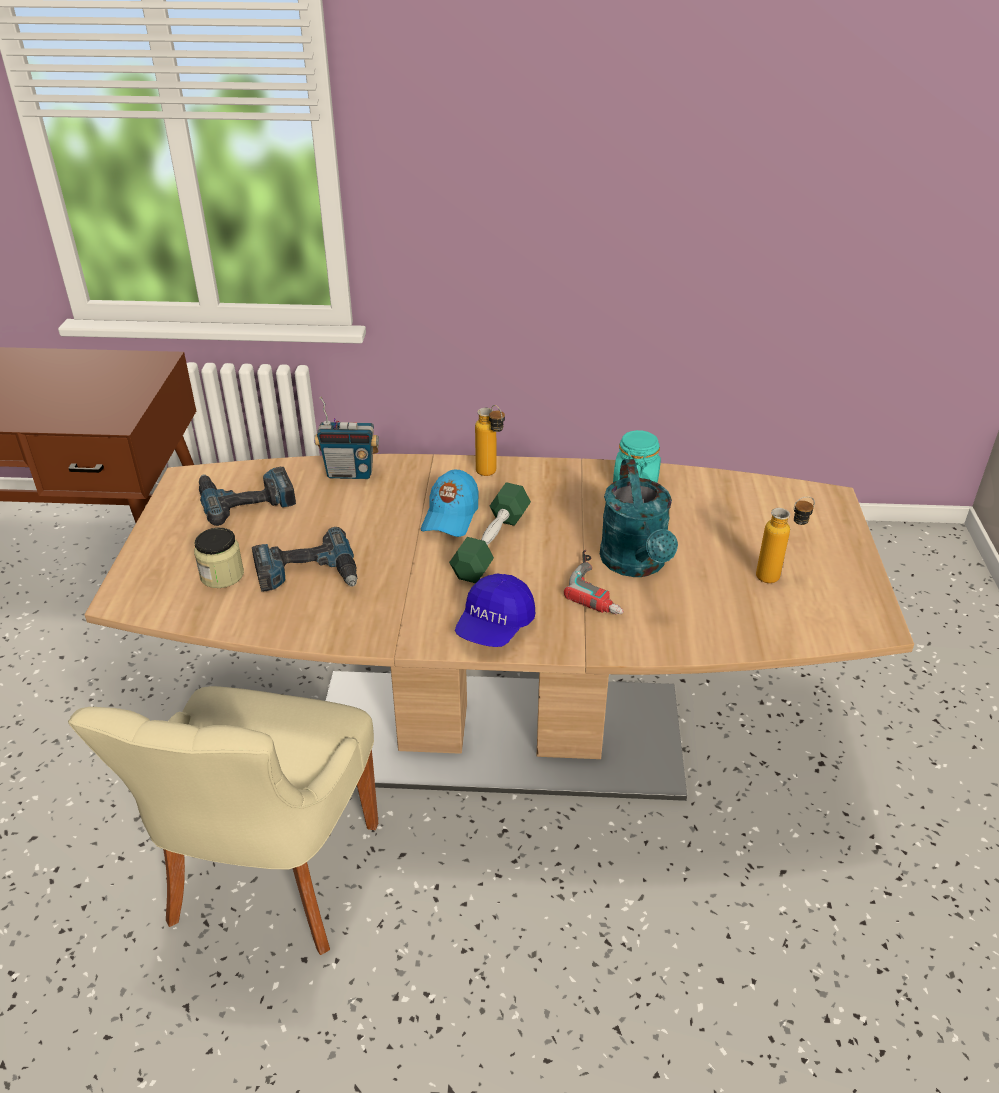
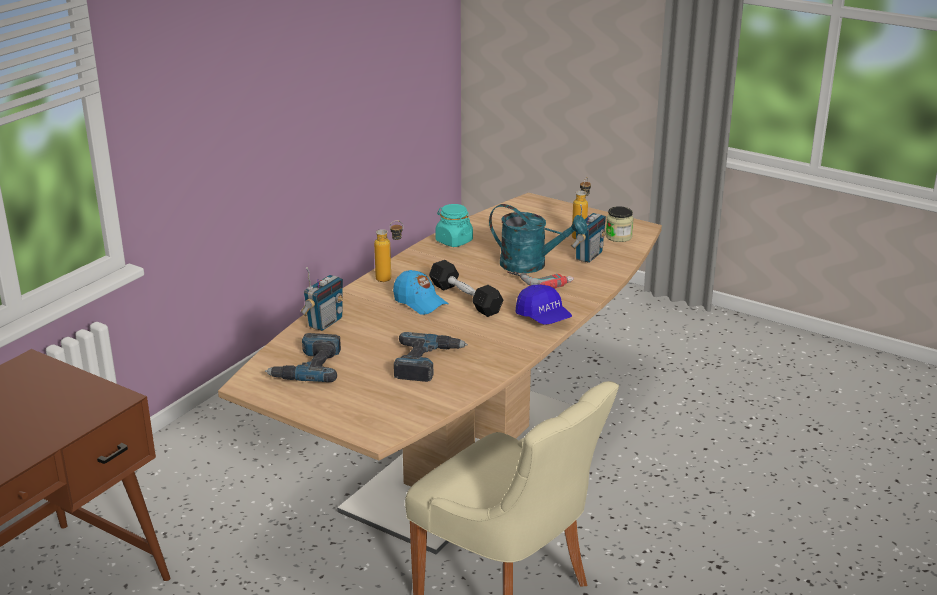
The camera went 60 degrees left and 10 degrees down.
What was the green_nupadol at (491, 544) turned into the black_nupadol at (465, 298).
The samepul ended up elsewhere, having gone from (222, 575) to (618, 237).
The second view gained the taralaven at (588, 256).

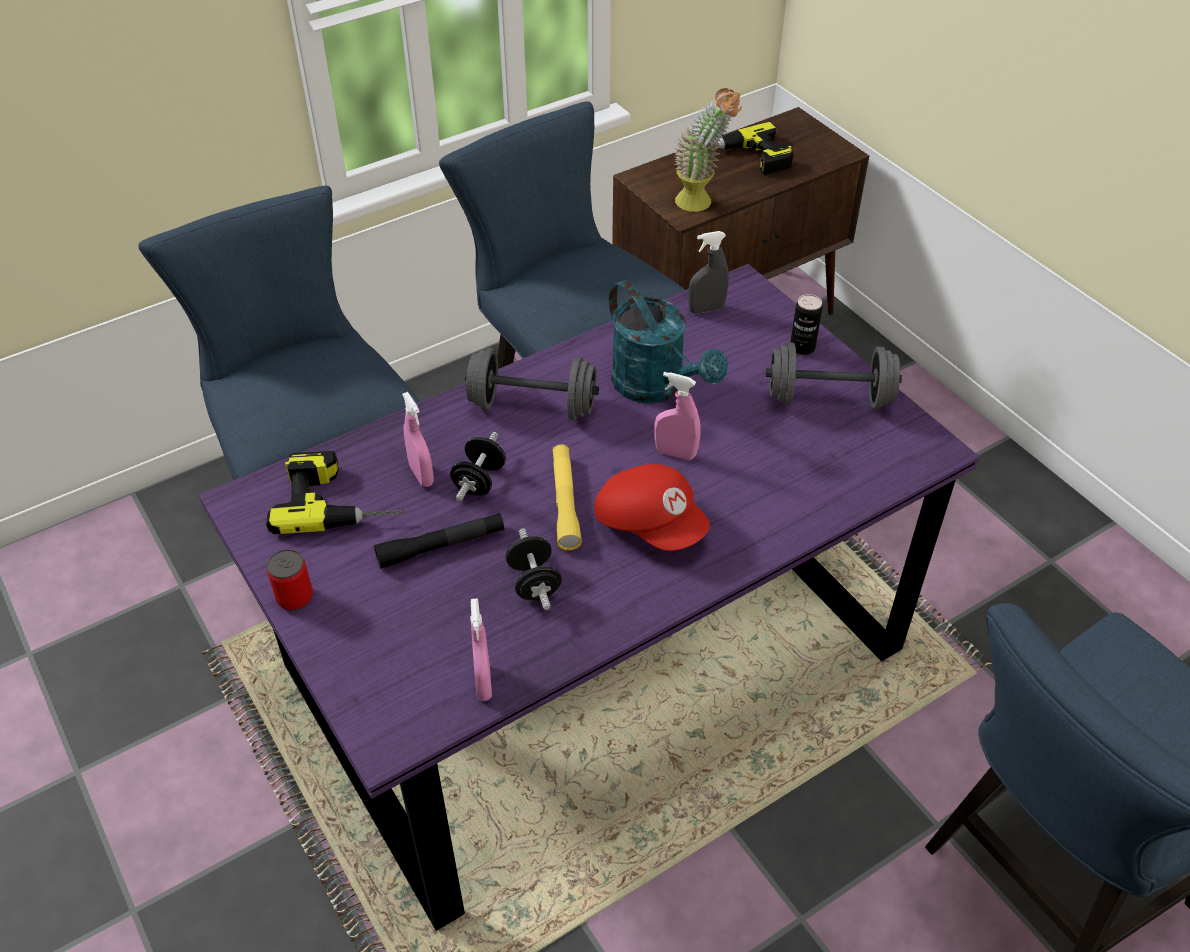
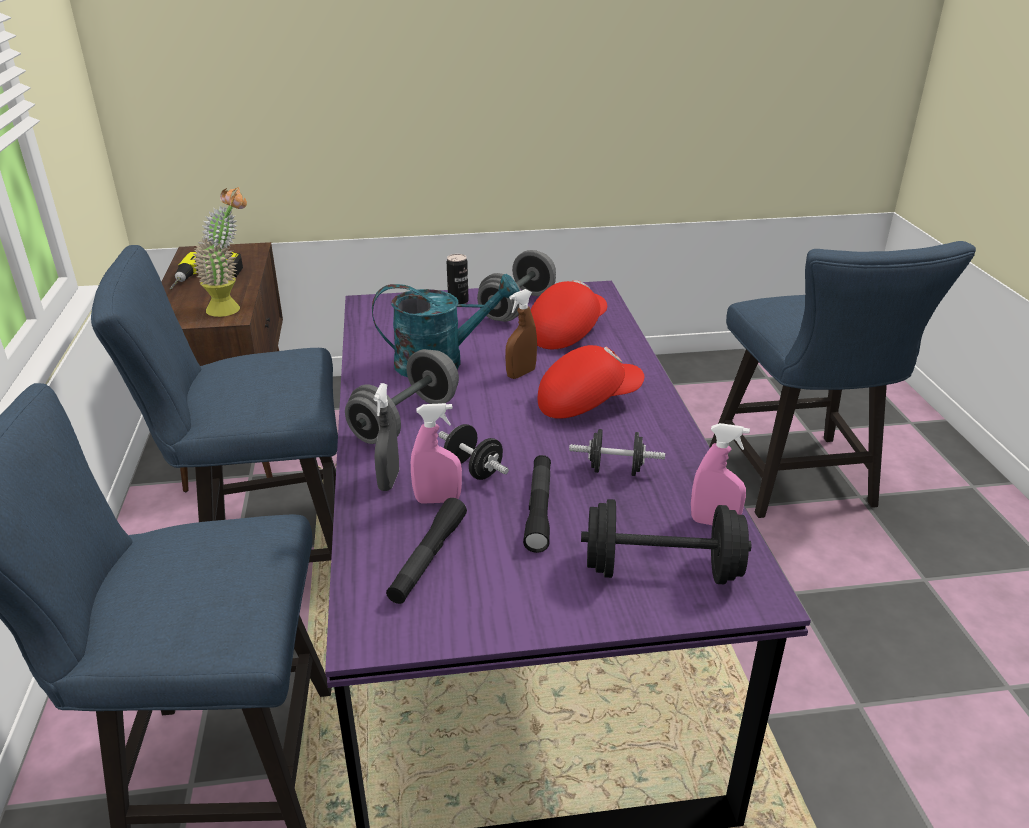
The camera went 65 degrees left and 15 degrees down.
The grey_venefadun ended up elsewhere, having gone from (706, 309) to (389, 481).
What was the pink_venefadun at (675, 453) turned into the brown_venefadun at (521, 373).
The second view lost the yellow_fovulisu at (565, 502).
Where the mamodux stood at (340, 499), the black_fovulisu came to stand at (428, 559).
The second view lost the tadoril at (295, 597).
The second view gained the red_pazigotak at (566, 332).
The second view gained the black_nupadol at (661, 570).

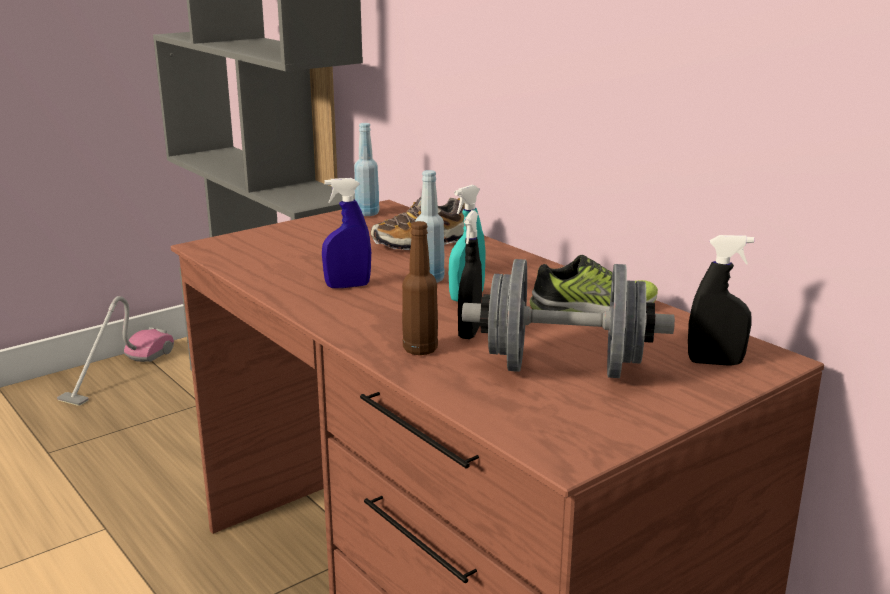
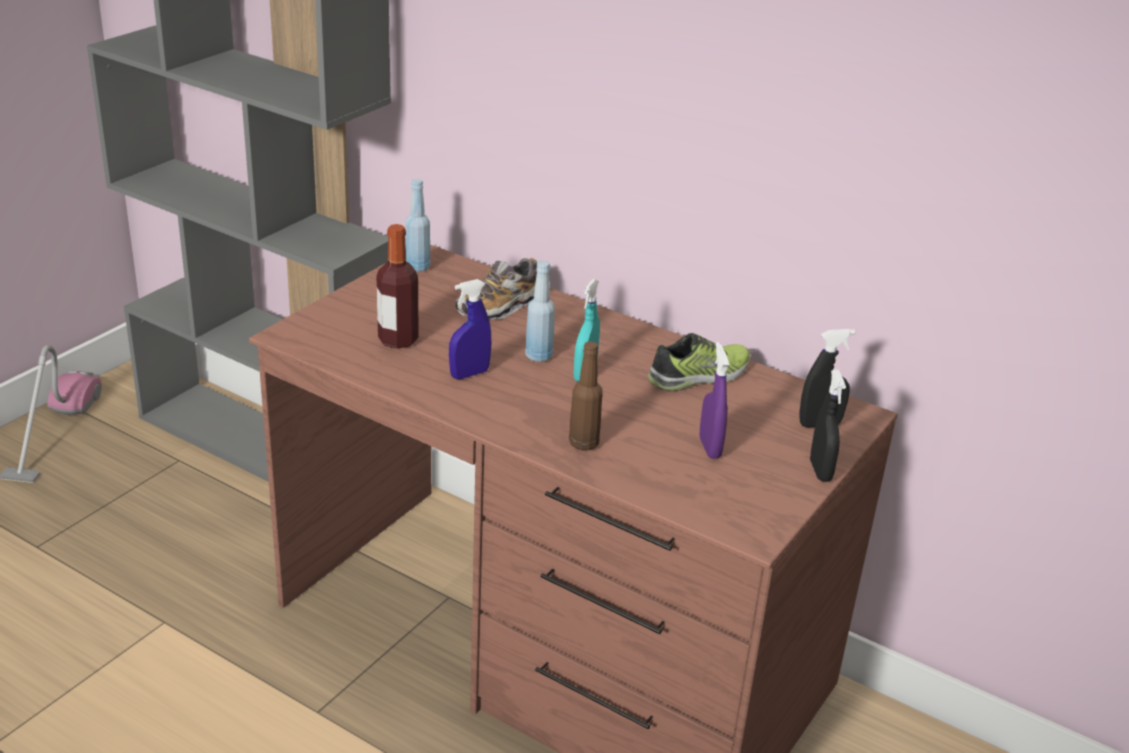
The camera went 20 degrees left and 10 degrees up.
The black_venefadun ended up elsewhere, having gone from (469, 332) to (820, 471).
Where the grey_nupadol stood at (564, 368), the purple_venefadun came to stand at (709, 448).
The second view gained the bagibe at (398, 340).

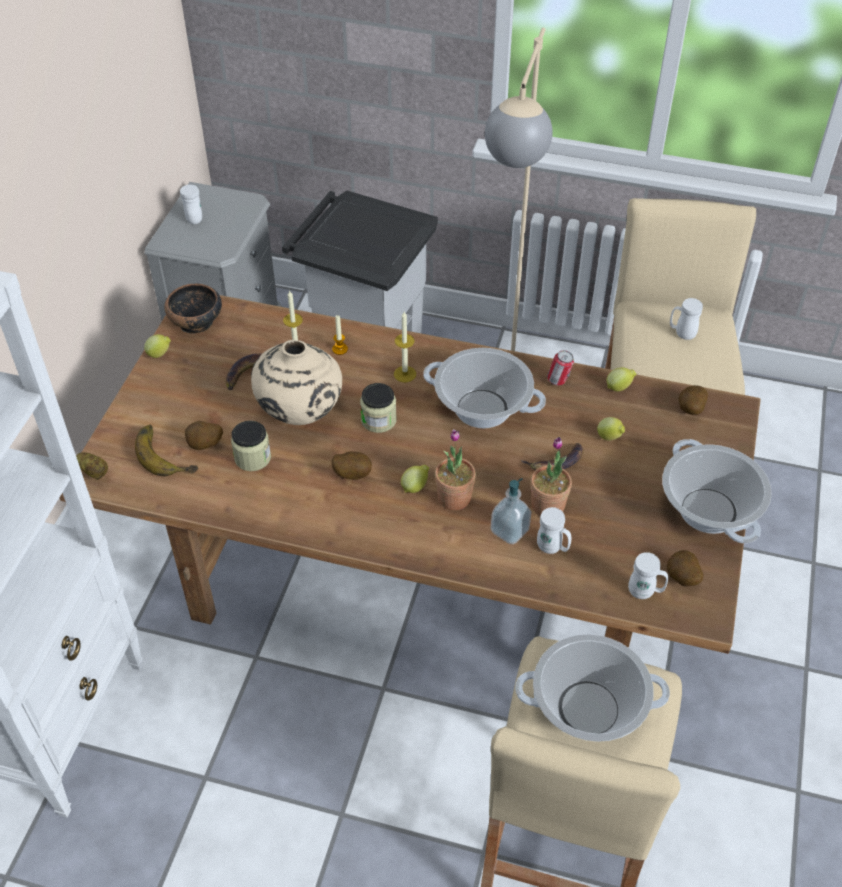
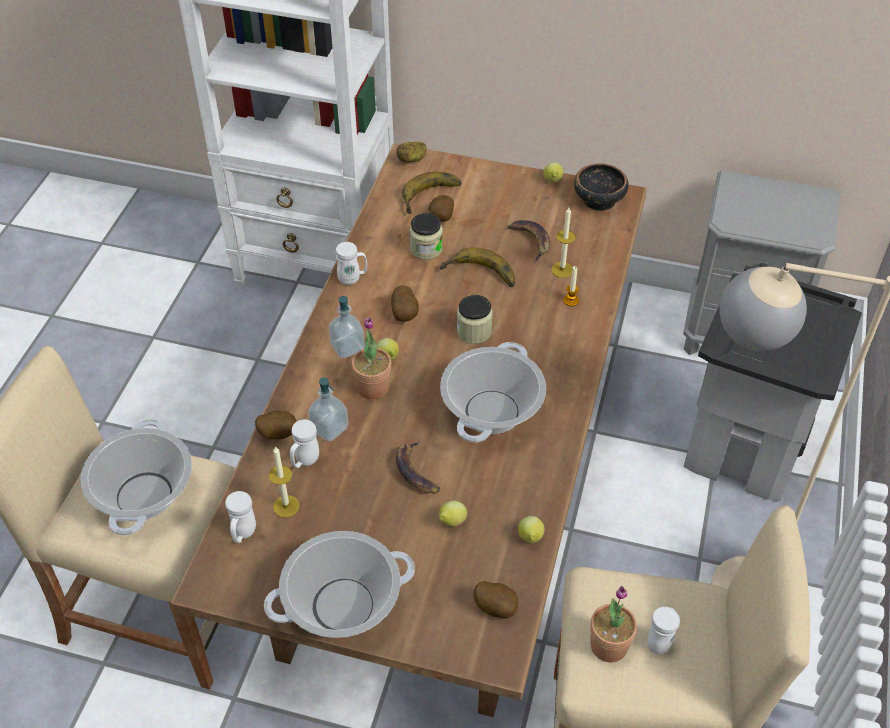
The camera went 90 degrees right and 0 degrees up.
The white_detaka ended up elsewhere, having gone from (194, 217) to (353, 279).
The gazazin ended up elsewhere, having gone from (405, 374) to (286, 506).
Where the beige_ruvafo stood at (300, 415), the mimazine came to stand at (479, 276).
The second view lost the tadoril at (558, 381).
The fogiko ended up elsewhere, having gone from (548, 505) to (609, 645).
The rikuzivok ended up elsewhere, having gone from (681, 579) to (278, 433).
The second view gained the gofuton at (347, 347).

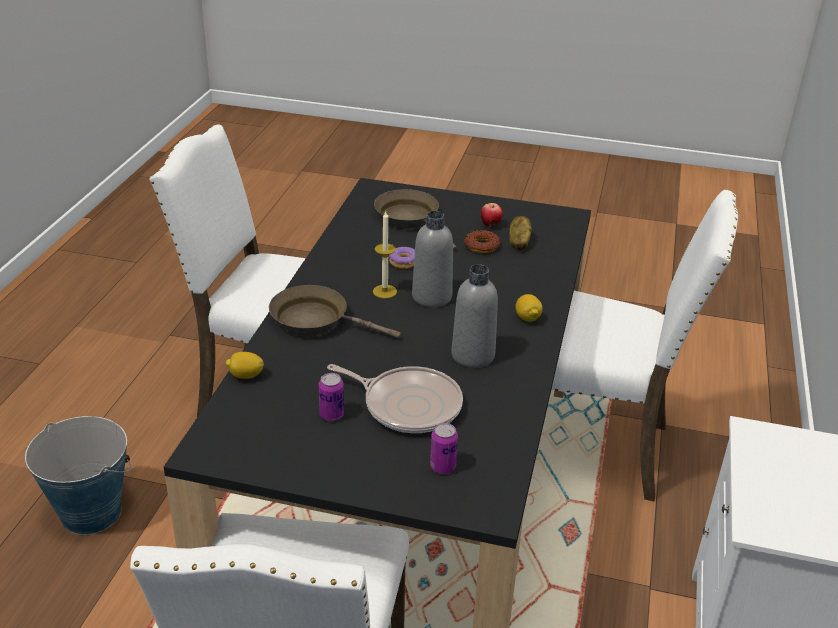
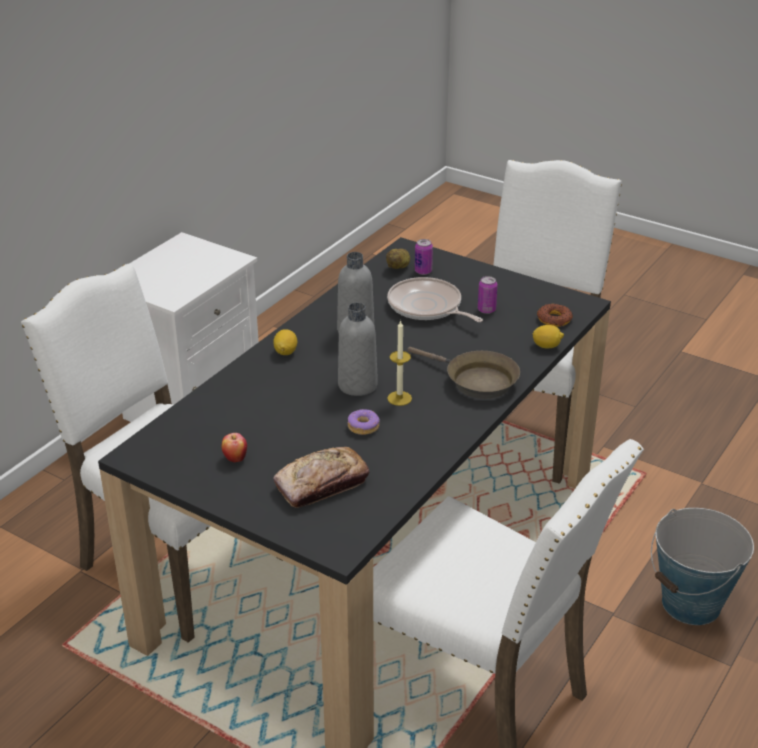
The camera went 160 degrees left and 0 degrees up.
Where the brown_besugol stood at (410, 219), the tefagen came to stand at (322, 484).
The rikuzivok ended up elsewhere, having gone from (518, 243) to (399, 267).
The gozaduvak ended up elsewhere, having gone from (481, 246) to (554, 319).

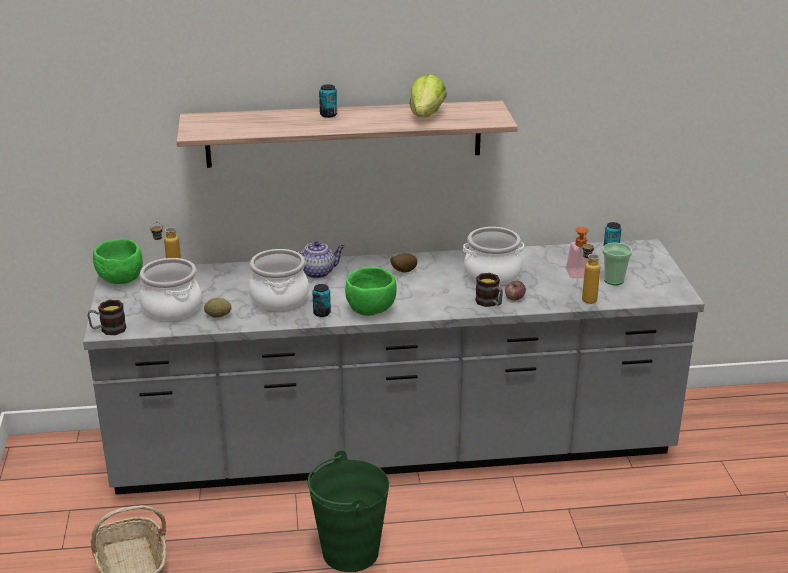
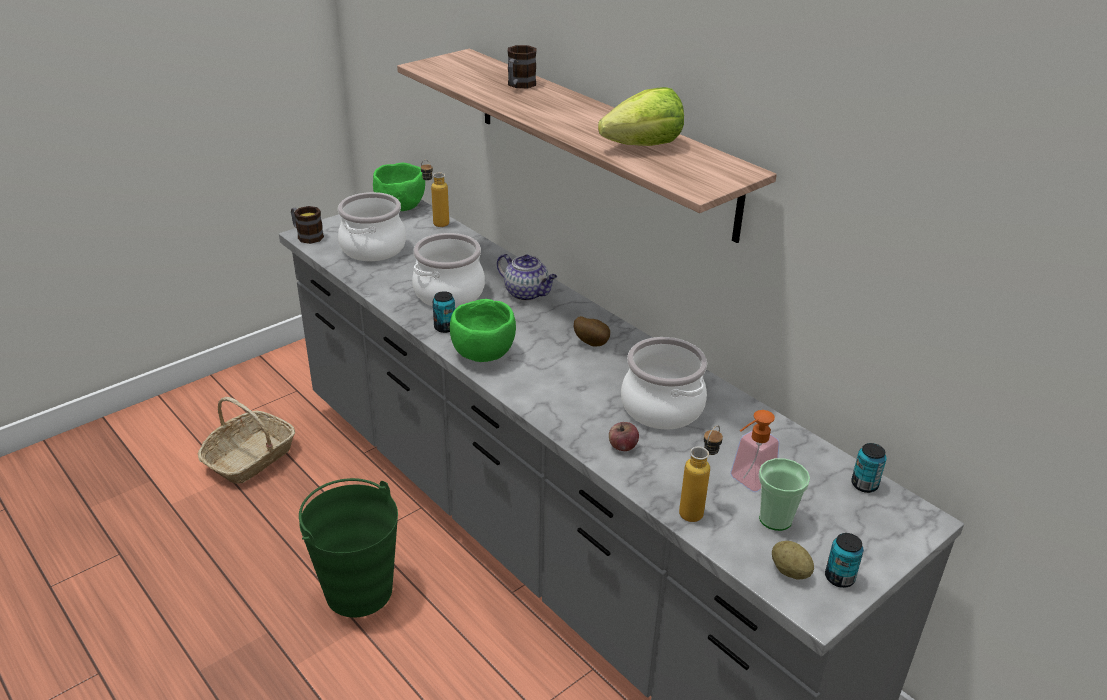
The camera went 55 degrees right and 5 degrees up.
The tadoril ended up elsewhere, having gone from (328, 115) to (839, 578).
The detaka ended up elsewhere, having gone from (490, 303) to (519, 85).
The rikuzivok ended up elsewhere, having gone from (218, 316) to (790, 571).

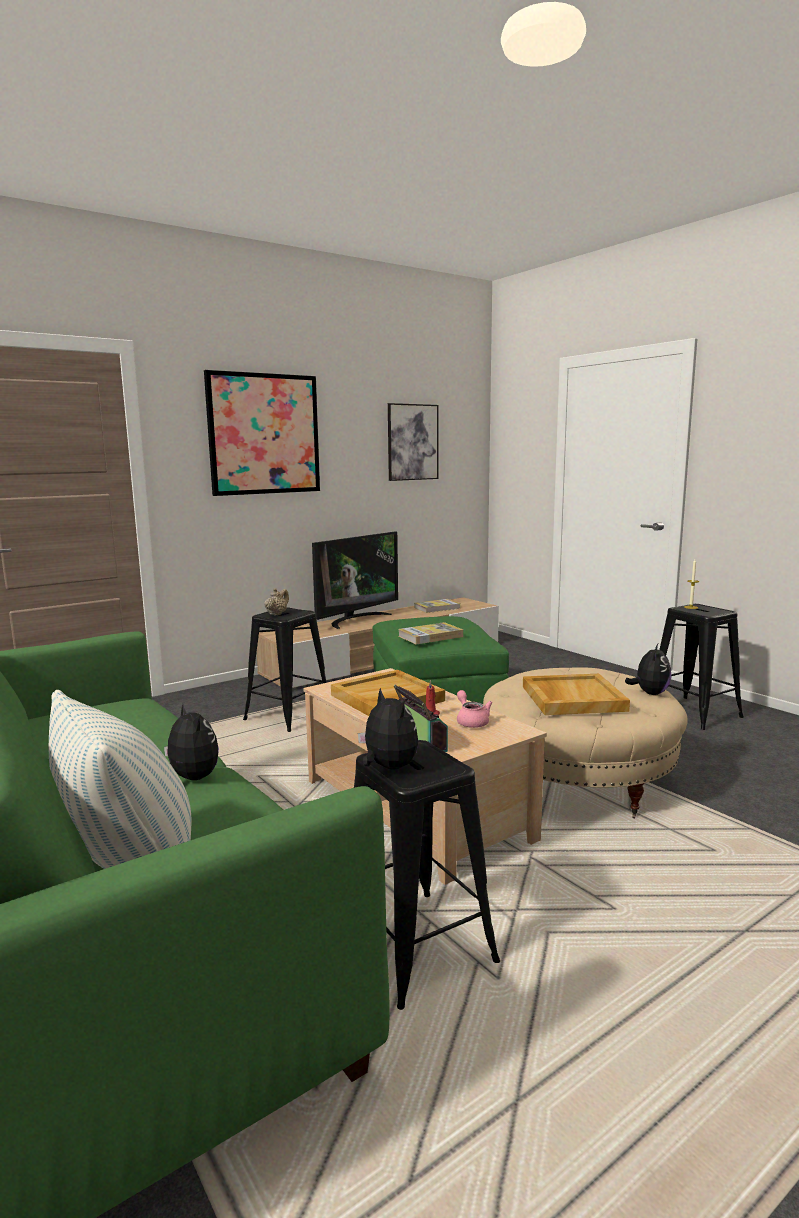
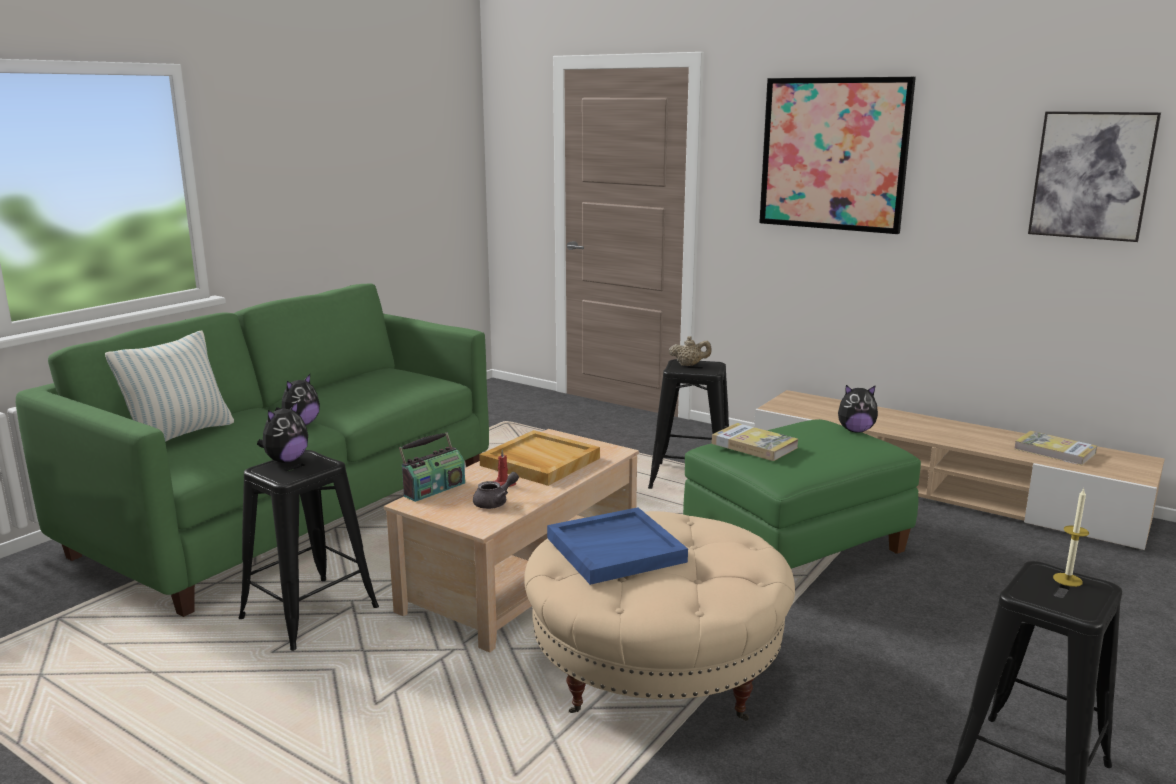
The camera went 70 degrees right and 5 degrees up.
The second view lost the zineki at (355, 619).
The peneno ended up elsewhere, having gone from (649, 693) to (855, 430).
What was the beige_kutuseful at (572, 698) turned into the blue_kutuseful at (616, 549).
What was the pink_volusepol at (471, 721) turned into the grey_volusepol at (495, 503).

